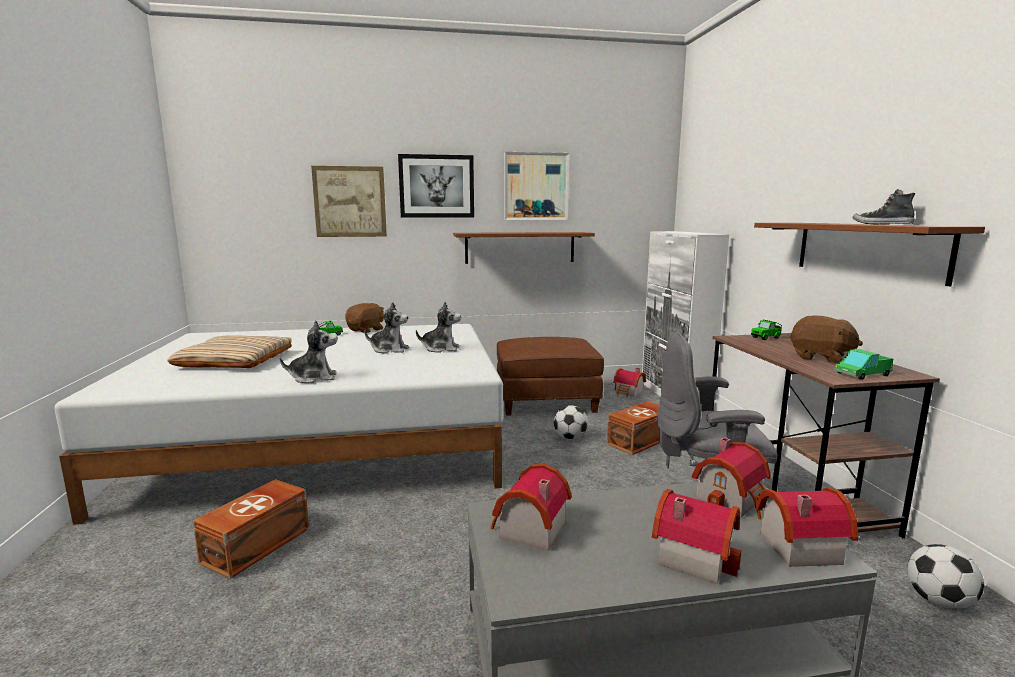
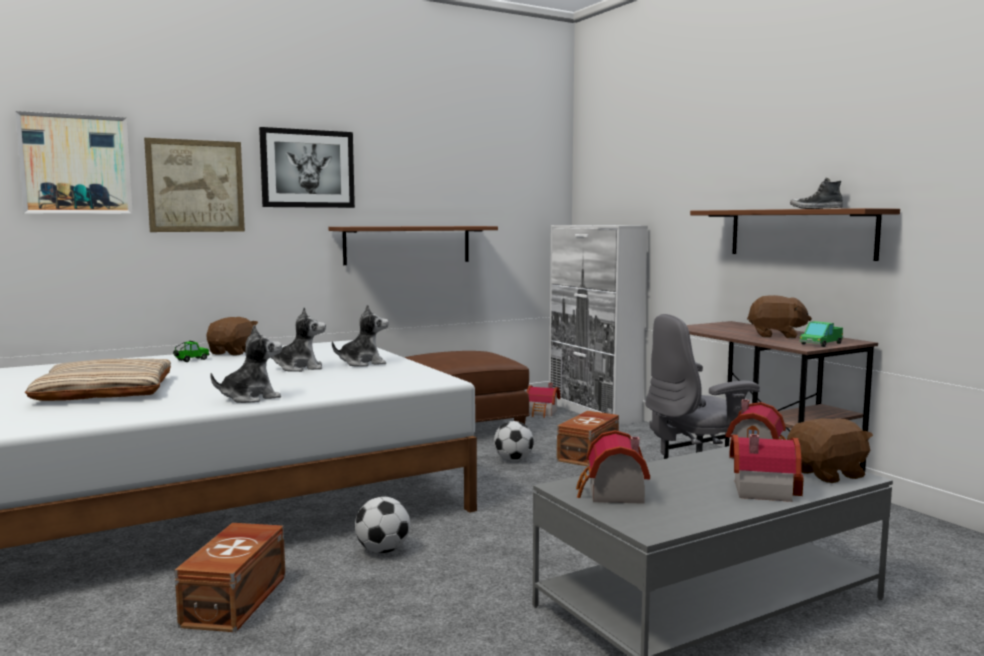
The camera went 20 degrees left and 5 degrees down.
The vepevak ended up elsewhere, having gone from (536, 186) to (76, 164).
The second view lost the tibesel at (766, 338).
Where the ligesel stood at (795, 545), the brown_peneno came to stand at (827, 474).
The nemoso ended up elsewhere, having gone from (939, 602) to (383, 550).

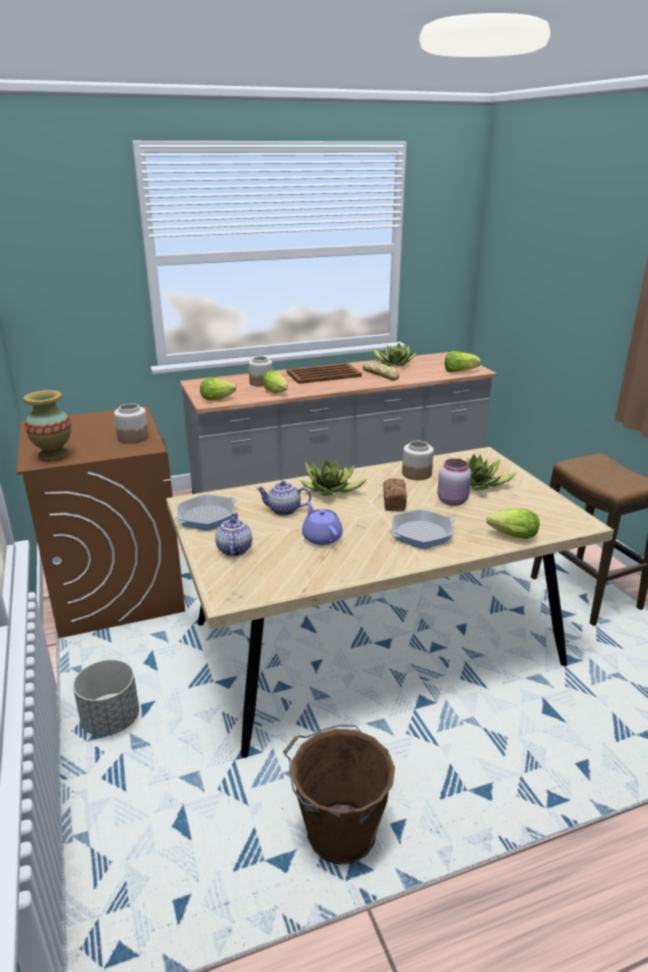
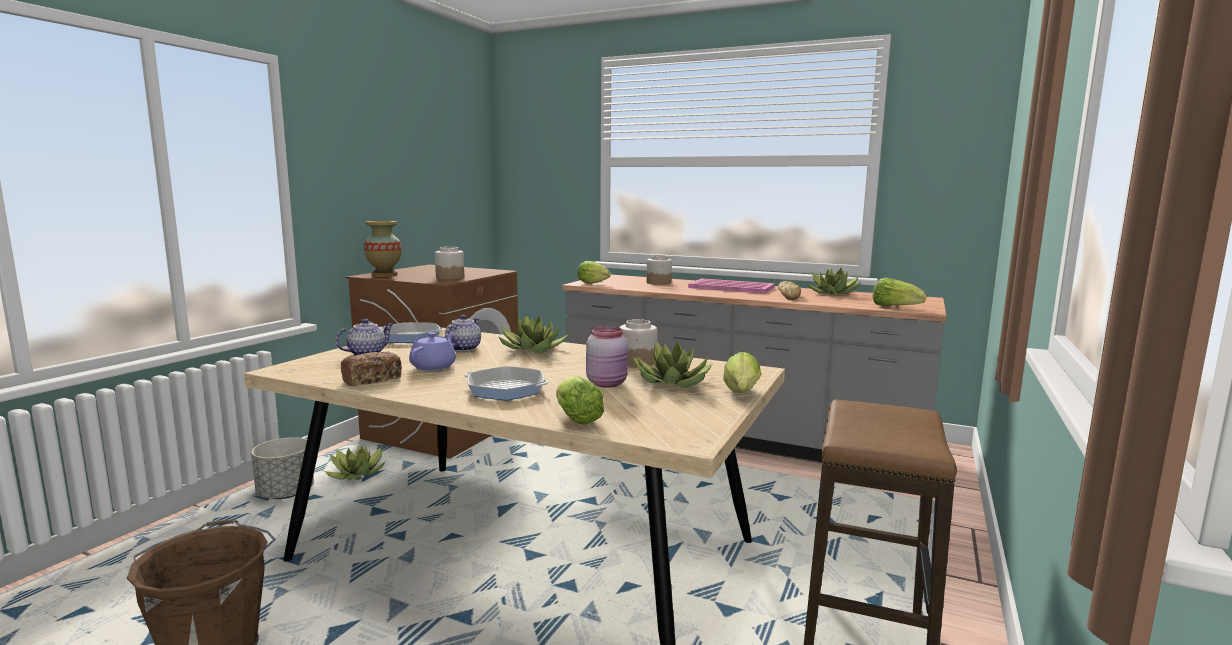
The camera went 45 degrees right and 15 degrees down.
What was the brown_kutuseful at (323, 374) turned into the pink_kutuseful at (730, 287).
The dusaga ended up elsewhere, having gone from (277, 393) to (741, 394).
The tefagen ended up elsewhere, having gone from (394, 502) to (372, 380).
The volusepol at (283, 510) ended up facing another way, 60 degrees clockwise from before.
The second view gained the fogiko at (357, 474).

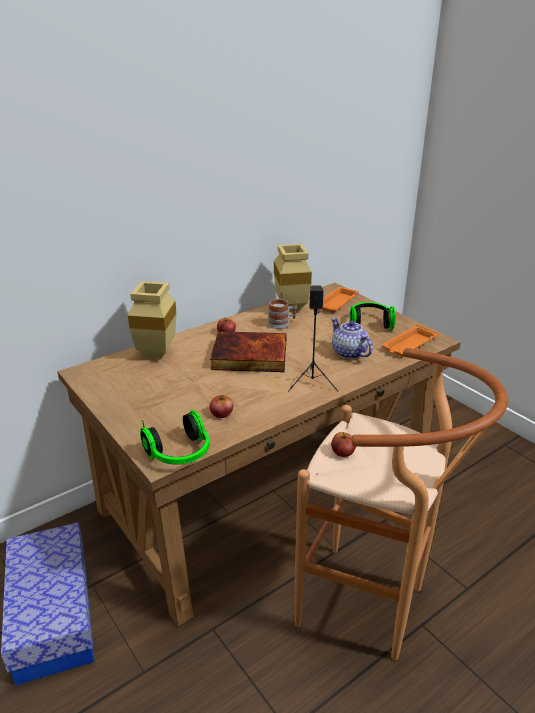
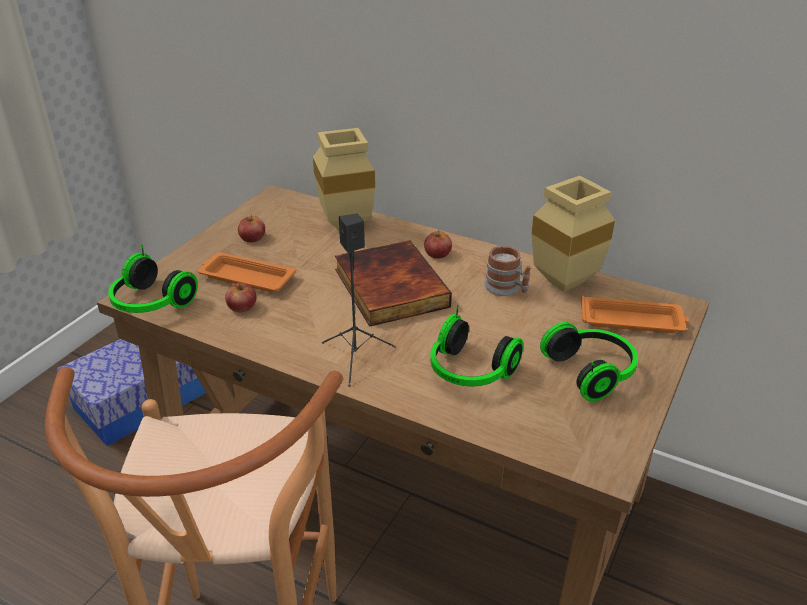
The camera went 65 degrees right and 5 degrees up.
Where the volusepol stood at (349, 353), the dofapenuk came to stand at (469, 372).
The orange_kutuseful ended up elsewhere, having gone from (409, 345) to (245, 277).
The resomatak ended up elsewhere, having gone from (343, 451) to (252, 237).

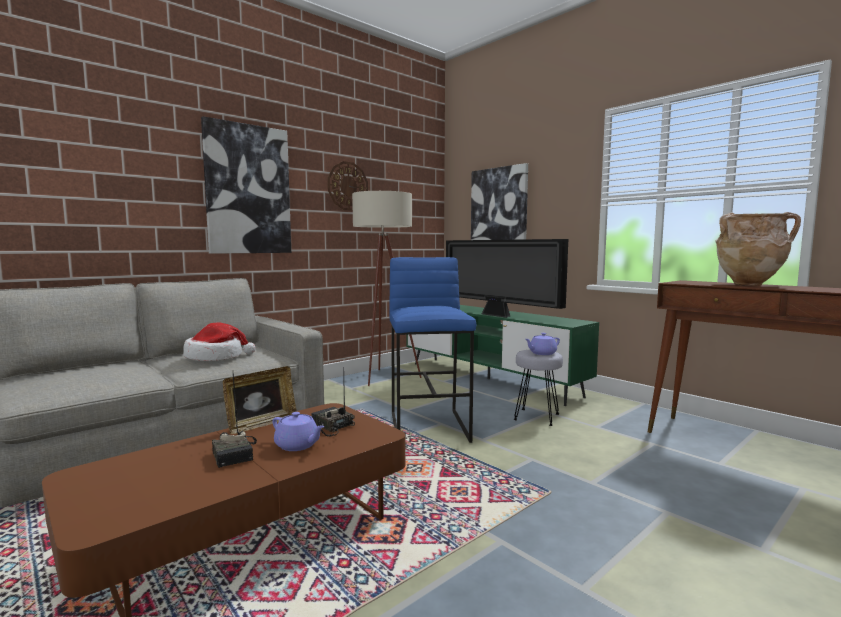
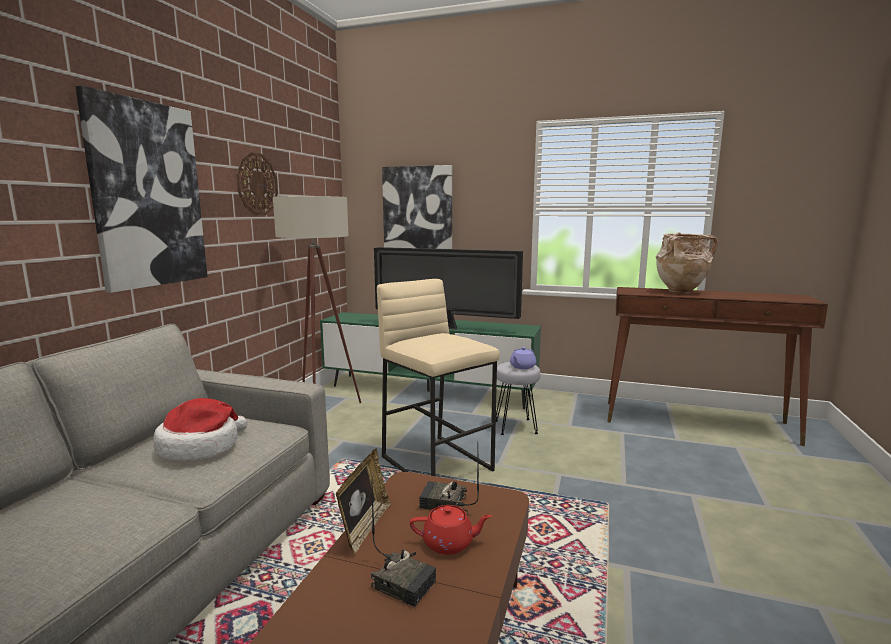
The camera went 30 degrees left and 5 degrees up.
What was the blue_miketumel at (430, 427) turned into the beige_miketumel at (437, 463).
What was the purple_volusepol at (298, 445) turned into the red_volusepol at (449, 543).

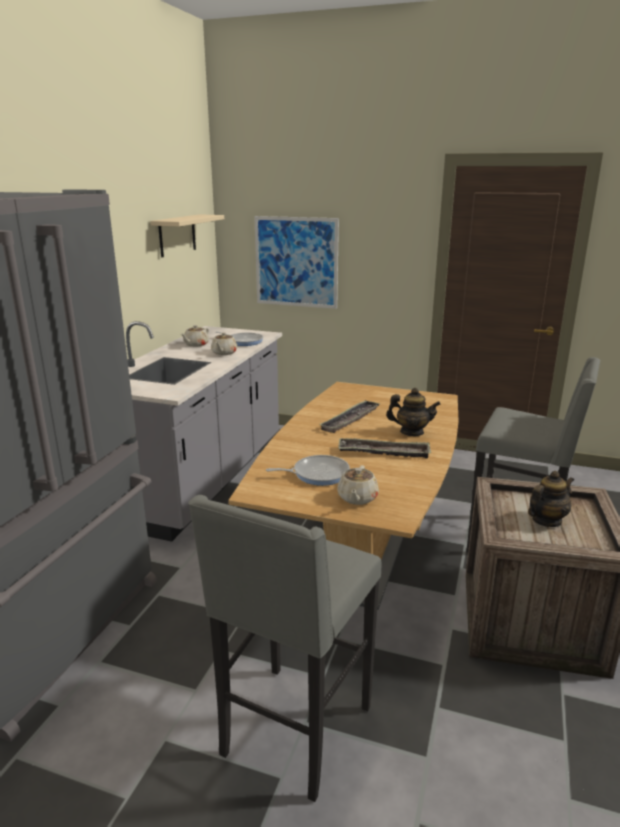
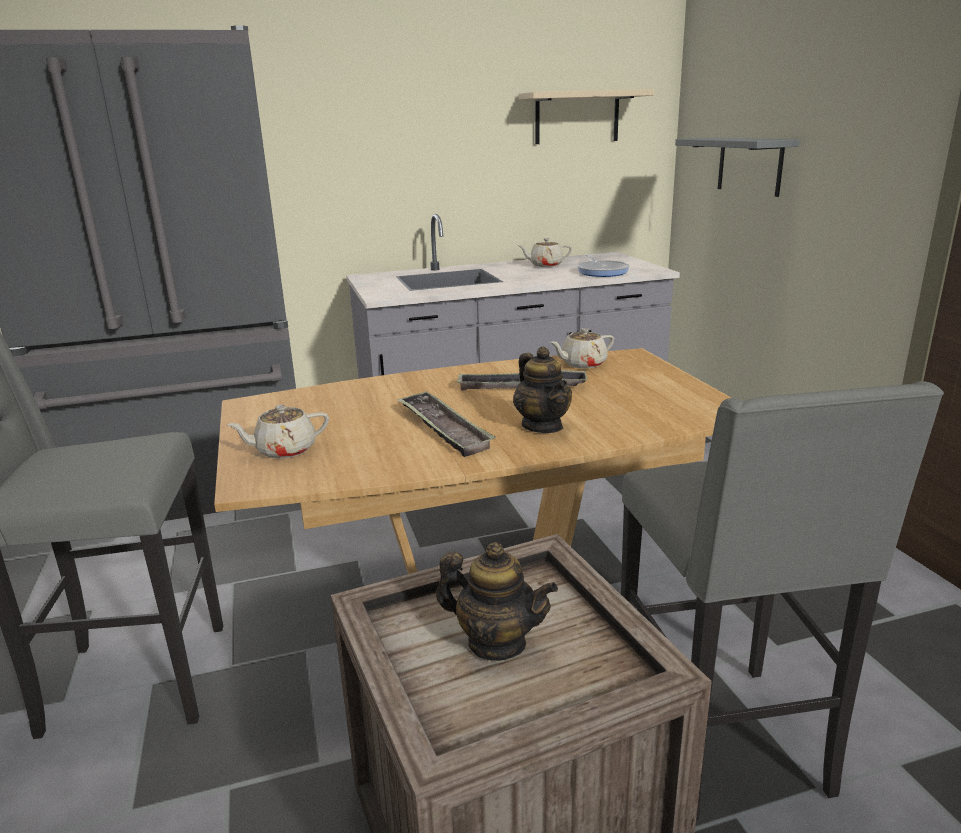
The camera went 55 degrees right and 0 degrees up.
Where the vepevak hung at (296, 262), the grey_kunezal came to hang at (749, 165).
The beige_volusepol ended up elsewhere, having gone from (224, 353) to (582, 364).
The second view lost the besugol at (317, 474).

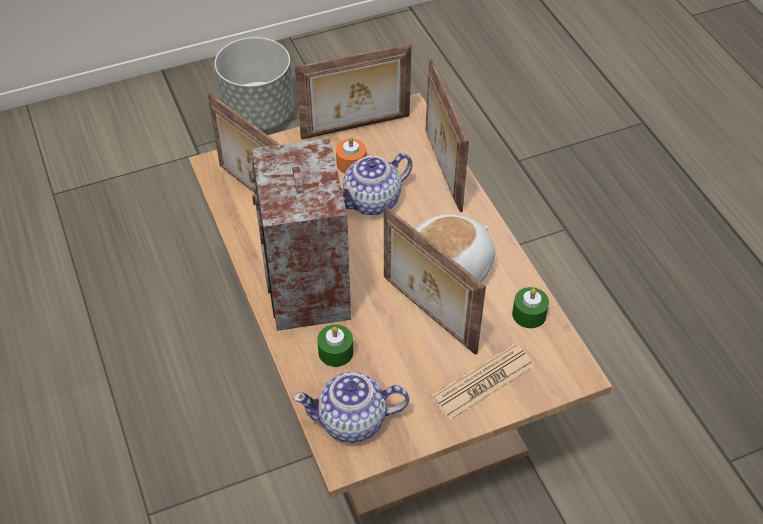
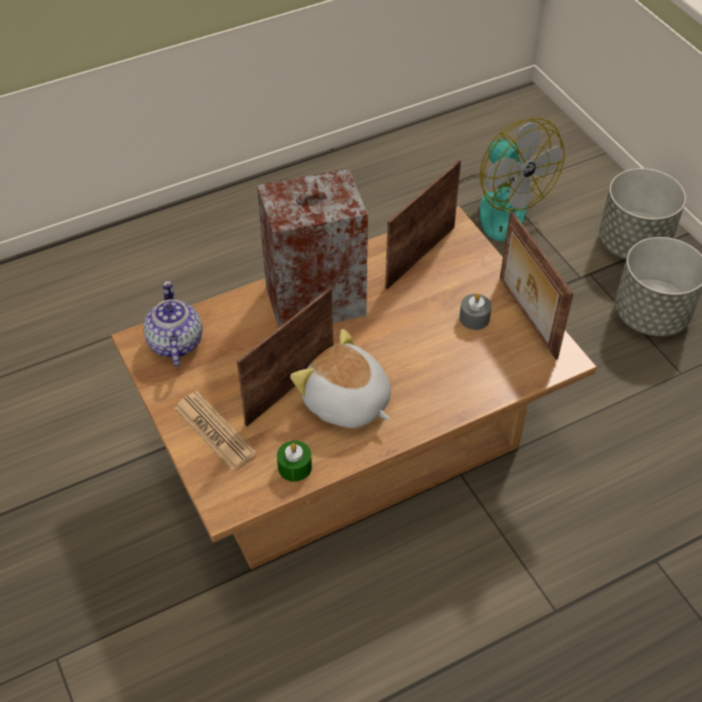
The camera went 85 degrees right and 0 degrees up.
The second view lost the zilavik at (441, 170).
What was the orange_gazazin at (351, 163) turned into the grey_gazazin at (474, 318).
The second view lost the volusepol at (373, 201).
The second view lost the green_gazazin at (335, 352).
The second view gained the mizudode at (492, 206).
The second view gained the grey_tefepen at (633, 244).

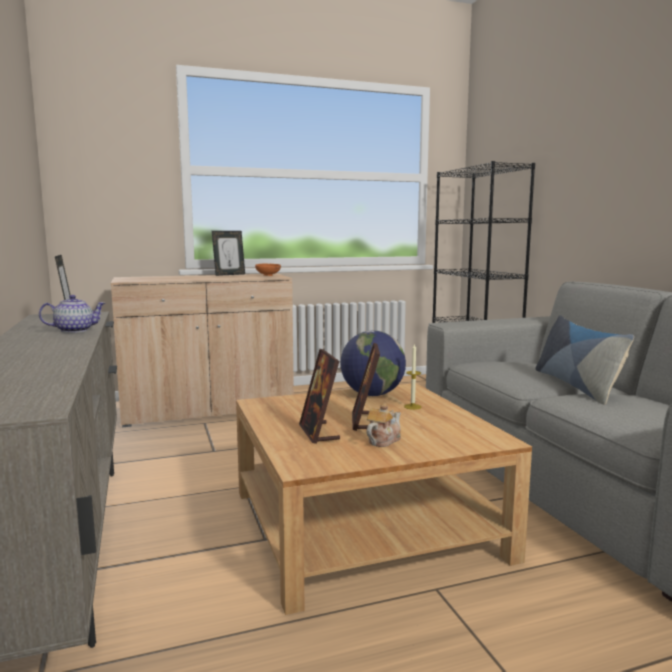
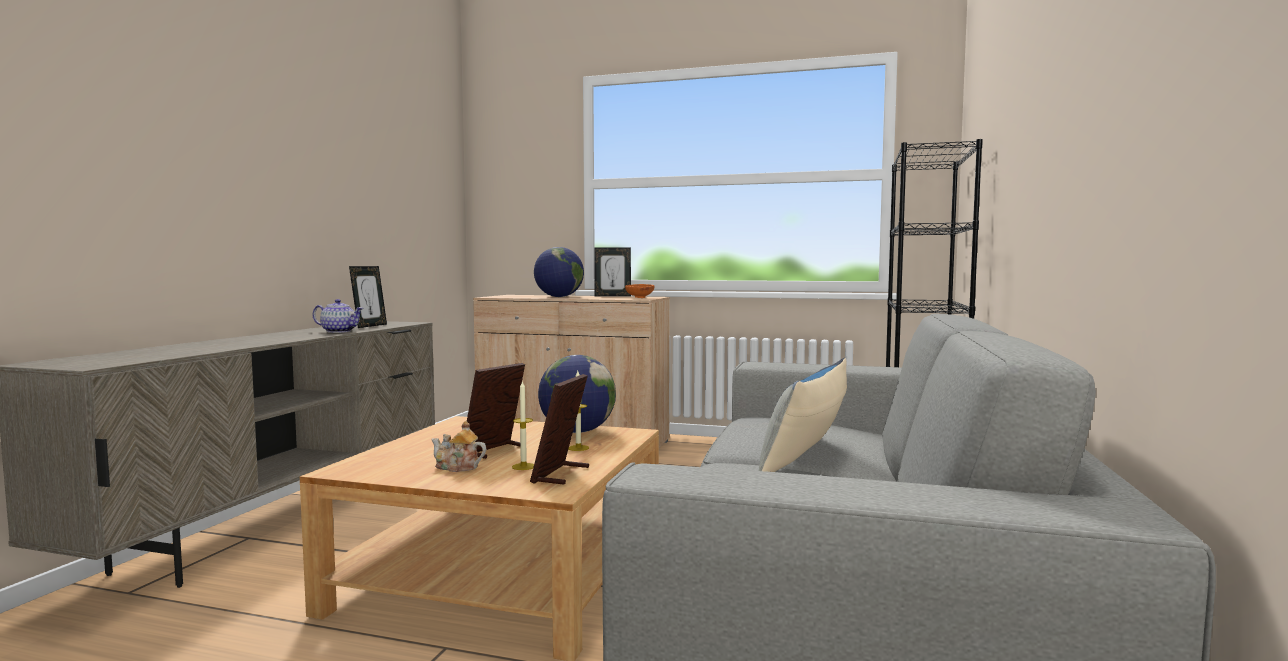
The camera went 35 degrees right and 5 degrees down.
The zilavik ended up elsewhere, having gone from (319, 432) to (561, 474).
The volusepol at (383, 440) ended up facing another way, 150 degrees counterclockwise from before.
The second view gained the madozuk at (559, 297).
The second view gained the gazazin at (523, 466).

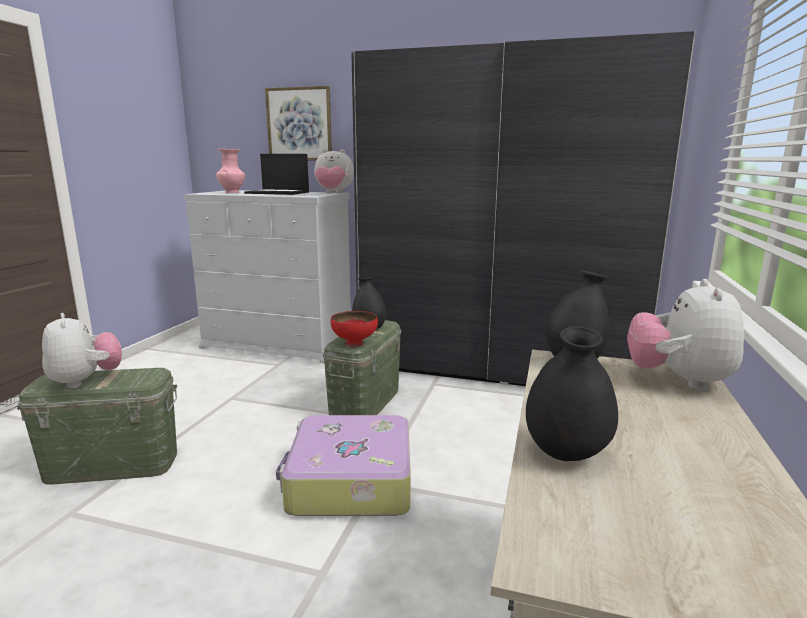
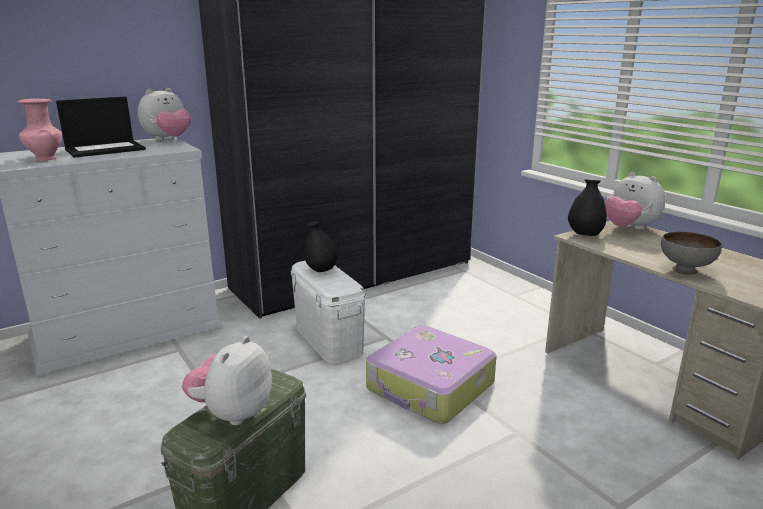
The camera went 50 degrees left and 5 degrees up.
The second view lost the vepevak at (299, 124).
The second view lost the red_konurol at (354, 344).
The peneno at (86, 381) ended up facing another way, 75 degrees counterclockwise from before.
What was the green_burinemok at (365, 403) turned into the white_burinemok at (328, 340).
Where the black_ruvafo stood at (566, 453), the grey_konurol came to stand at (685, 270).

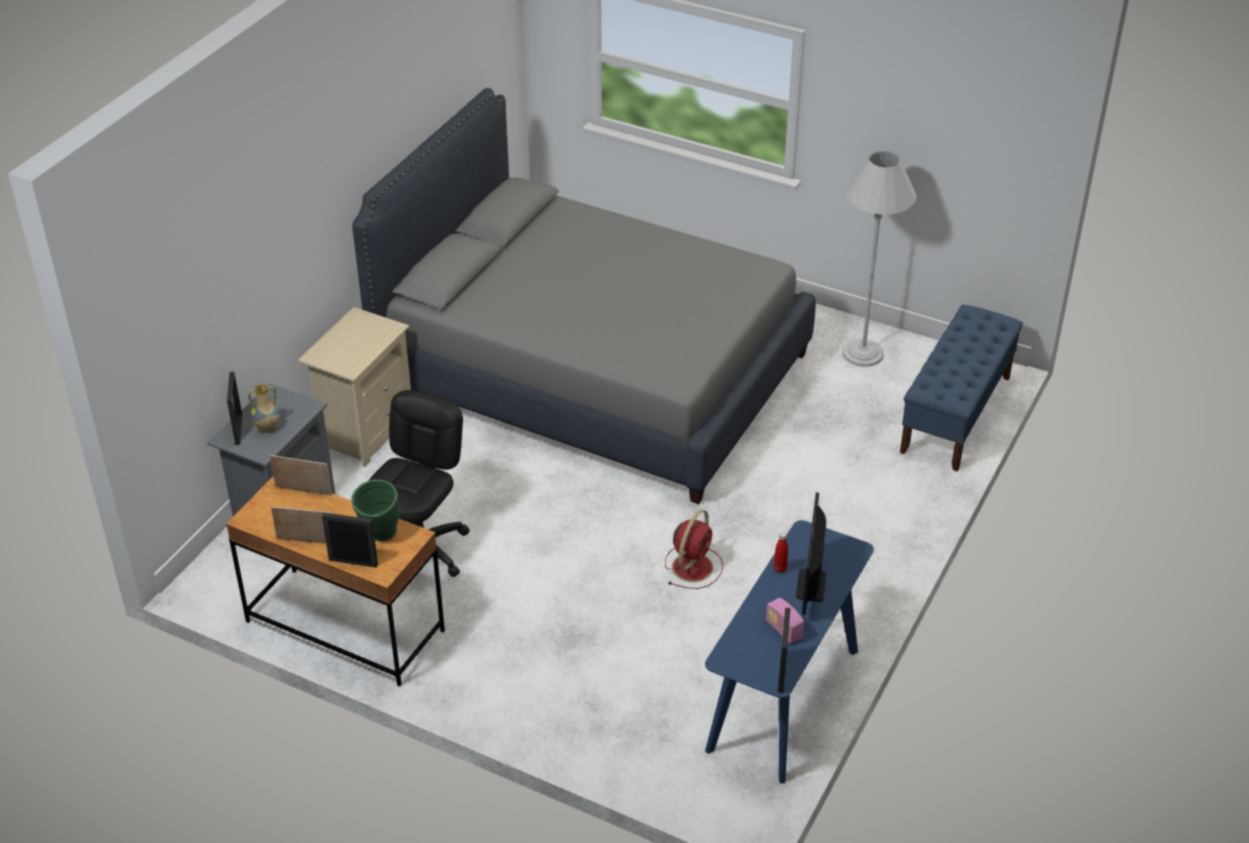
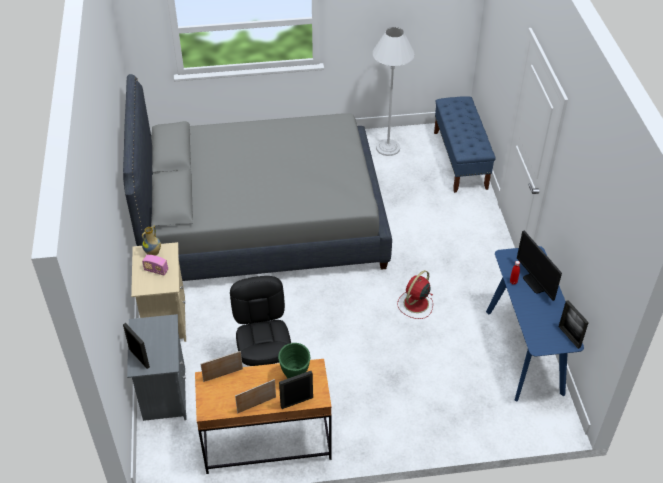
The camera went 35 degrees left and 5 degrees up.
The ruvafo ended up elsewhere, having gone from (267, 429) to (153, 253).
The red_mizudode at (693, 566) ended up facing another way, 135 degrees counterclockwise from before.
The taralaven ended up elsewhere, having gone from (783, 630) to (156, 270).

